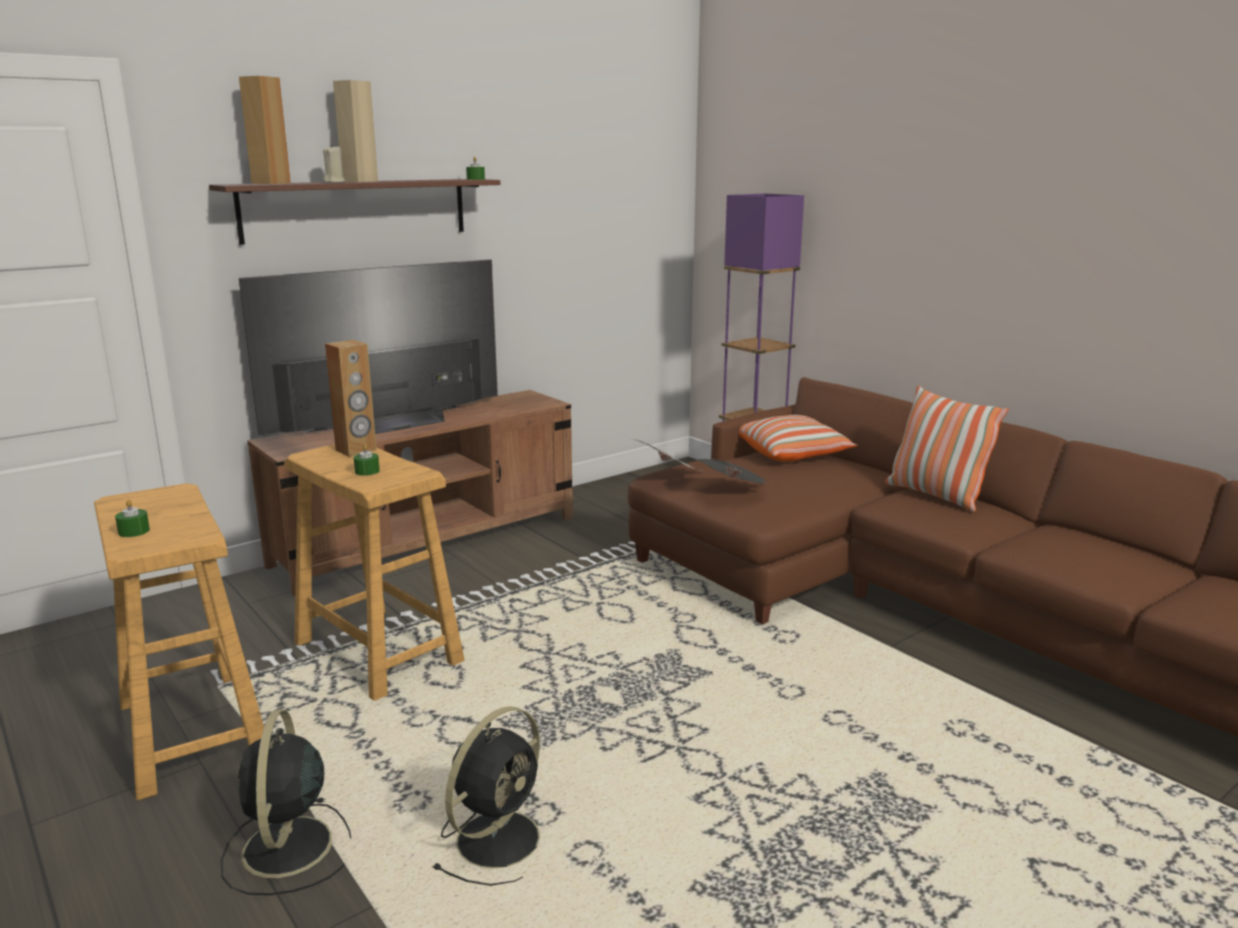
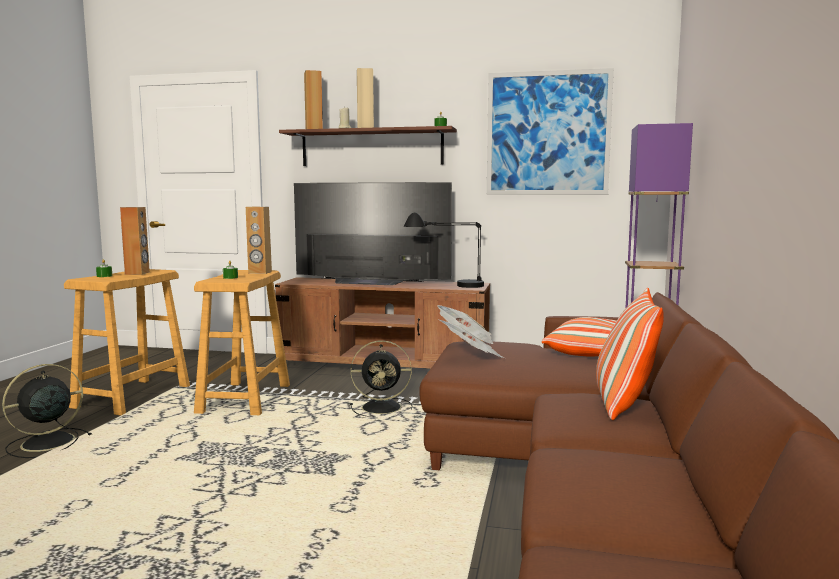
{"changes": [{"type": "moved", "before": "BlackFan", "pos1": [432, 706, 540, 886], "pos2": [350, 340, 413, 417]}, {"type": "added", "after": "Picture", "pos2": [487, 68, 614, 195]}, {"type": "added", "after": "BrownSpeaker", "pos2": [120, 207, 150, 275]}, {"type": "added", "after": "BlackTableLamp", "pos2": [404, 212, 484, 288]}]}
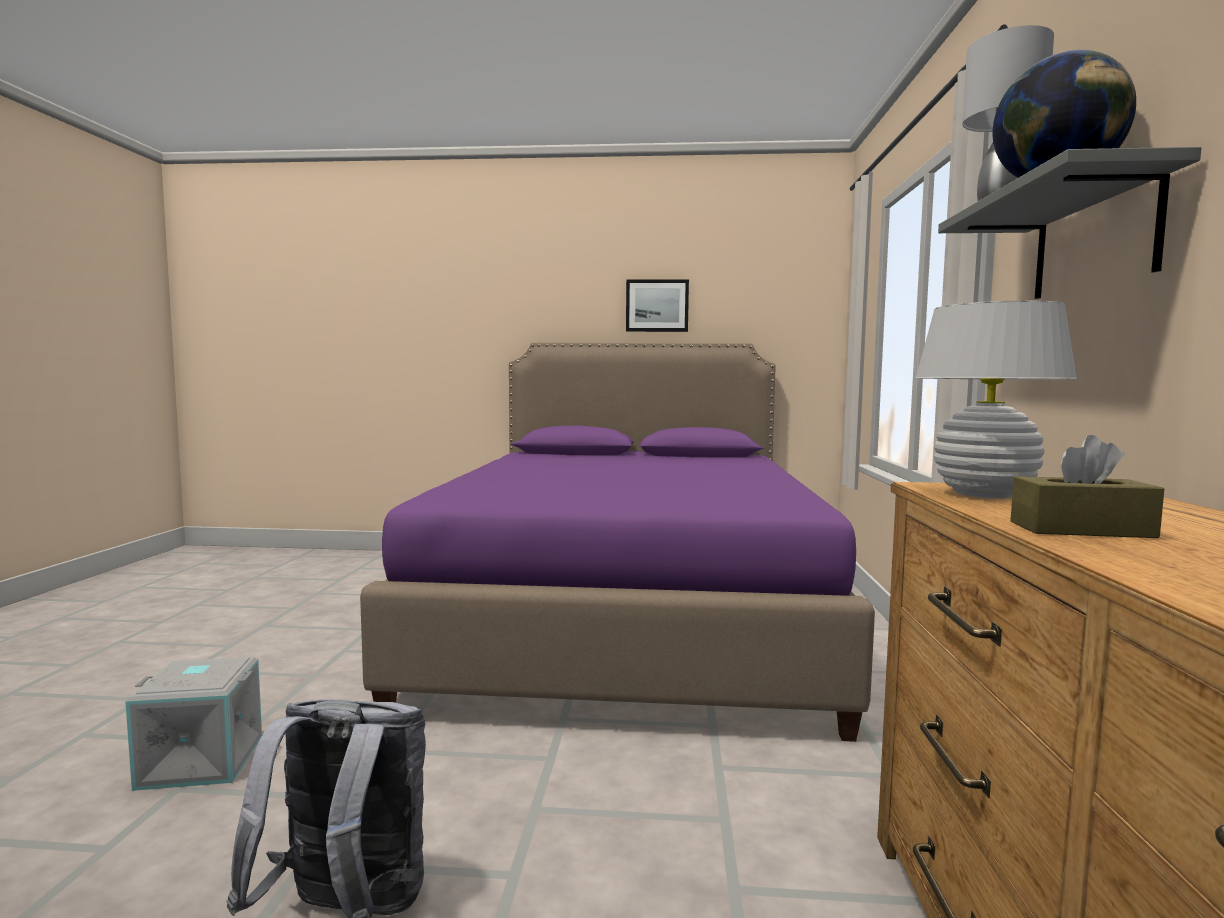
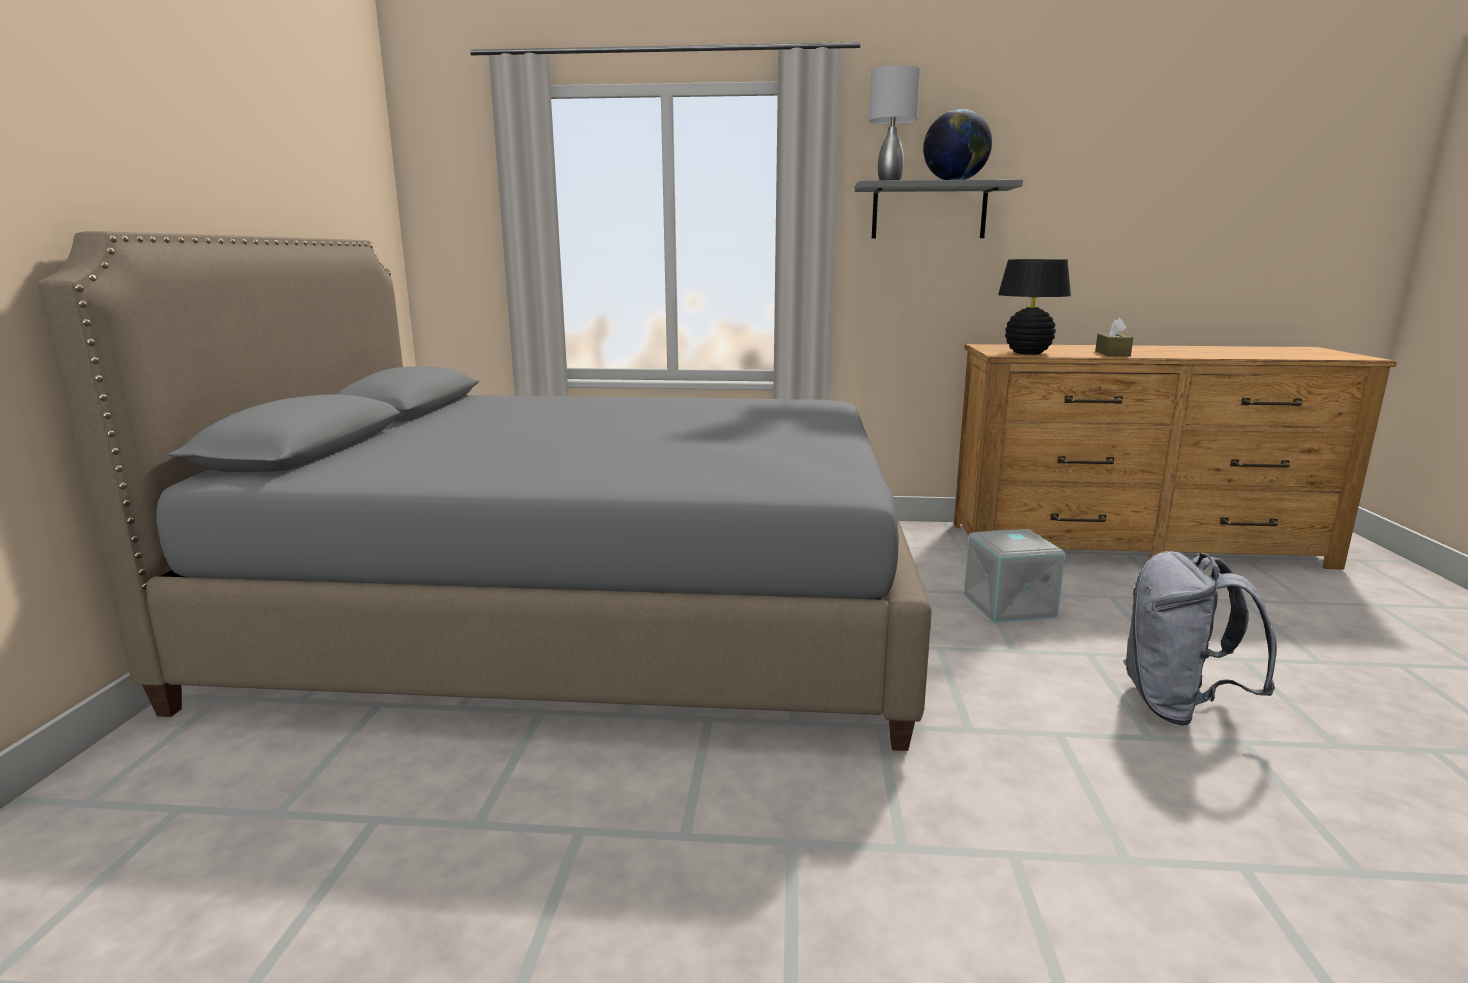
{"changes": [{"type": "removed", "before": "Picture", "pos1": [626, 279, 689, 332]}, {"type": "recoloured", "before": "WhiteTableLamp", "after": "BlackTableLamp", "pos1": [916, 300, 1077, 498], "pos2": [998, 259, 1071, 354]}, {"type": "recoloured", "before": "PurpleBed", "after": "GreyBed", "pos1": [360, 343, 875, 742], "pos2": [38, 231, 932, 751]}, {"type": "moved", "before": "GreyStorageBox", "pos1": [126, 657, 262, 791], "pos2": [964, 529, 1066, 623]}]}
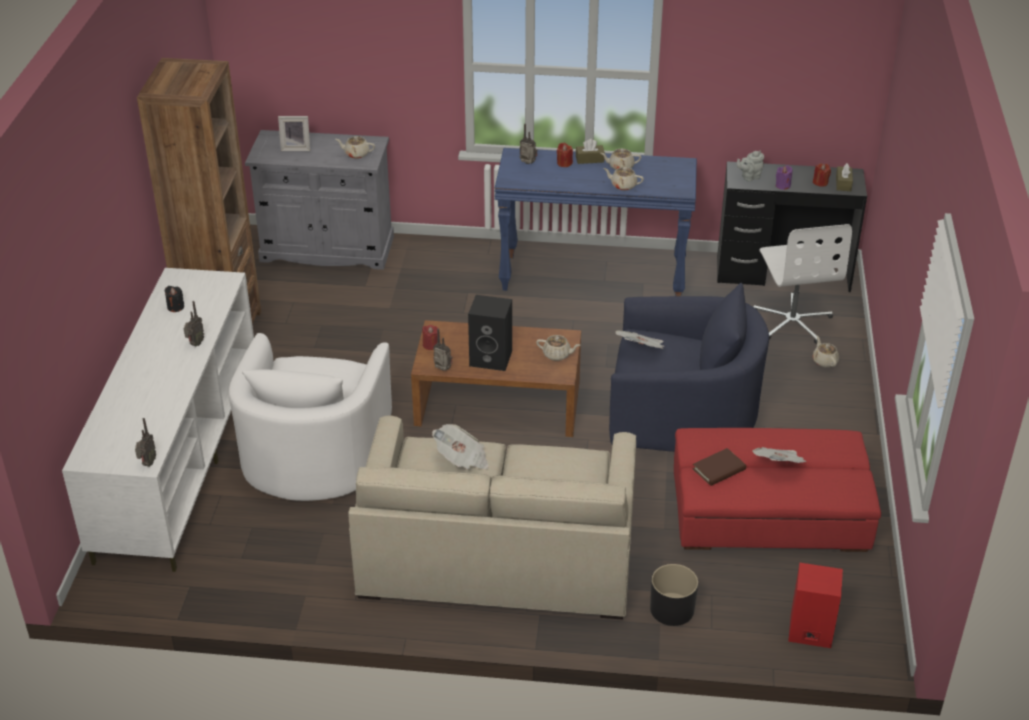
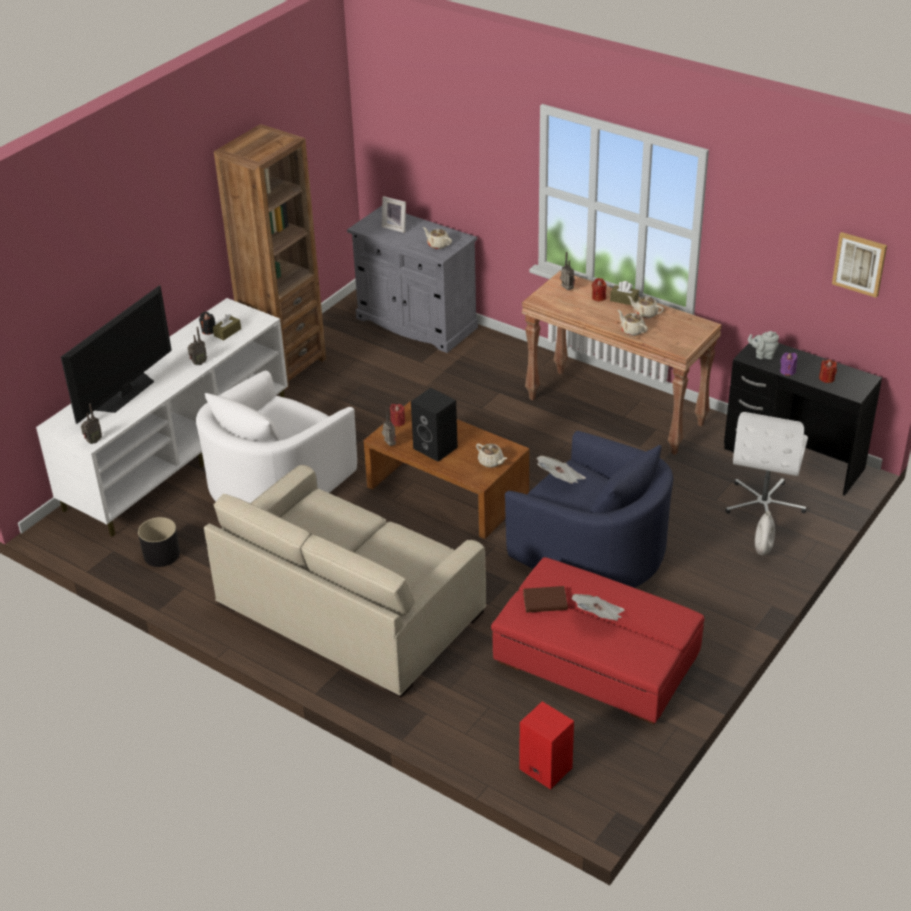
{"changes": [{"type": "recoloured", "before": "BlueConsoleTable", "after": "BrownConsoleTable", "pos1": [495, 148, 697, 296], "pos2": [522, 271, 722, 455]}, {"type": "moved", "before": "BrownTissueBox", "pos1": [836, 163, 853, 191], "pos2": [213, 314, 241, 340]}, {"type": "replaced", "before": "BeigeTeapot", "after": "WhiteVase", "pos1": [812, 336, 839, 367], "pos2": [755, 511, 775, 556]}, {"type": "removed", "before": "Newspaper", "pos1": [432, 424, 489, 469]}, {"type": "moved", "before": "BlackPlanter", "pos1": [650, 564, 698, 626], "pos2": [138, 517, 180, 567]}, {"type": "added", "after": "Picture", "pos2": [832, 232, 887, 298]}, {"type": "added", "after": "Television", "pos2": [61, 285, 172, 424]}]}
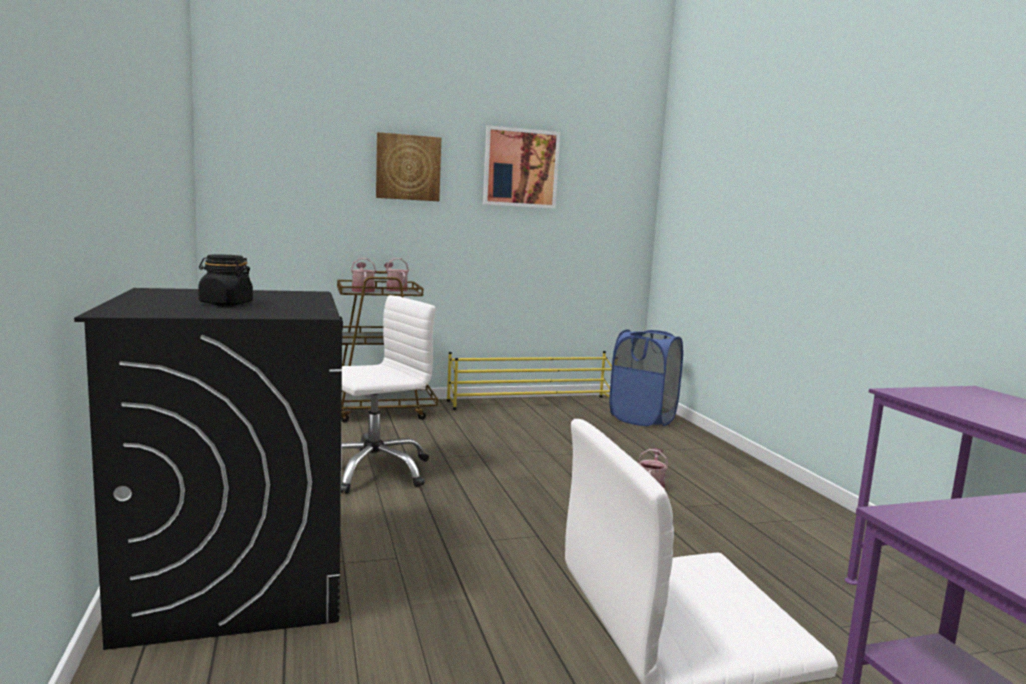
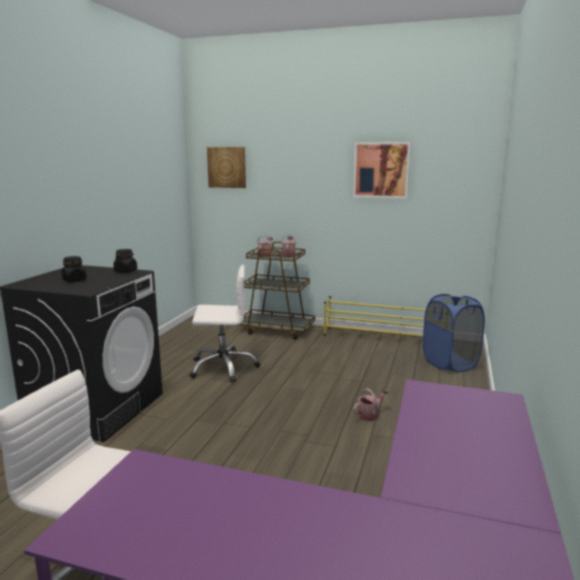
{"changes": [{"type": "moved", "before": "Picture", "pos1": [376, 132, 441, 201], "pos2": [207, 147, 246, 188]}, {"type": "added", "after": "BlackJar", "pos2": [113, 249, 137, 273]}]}
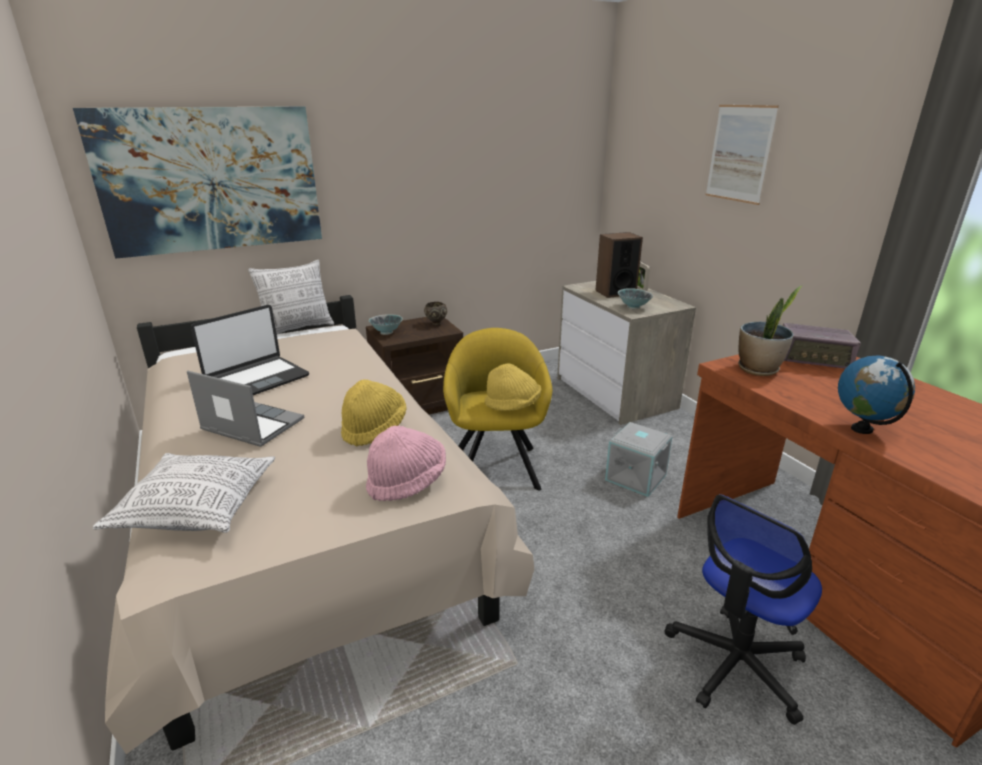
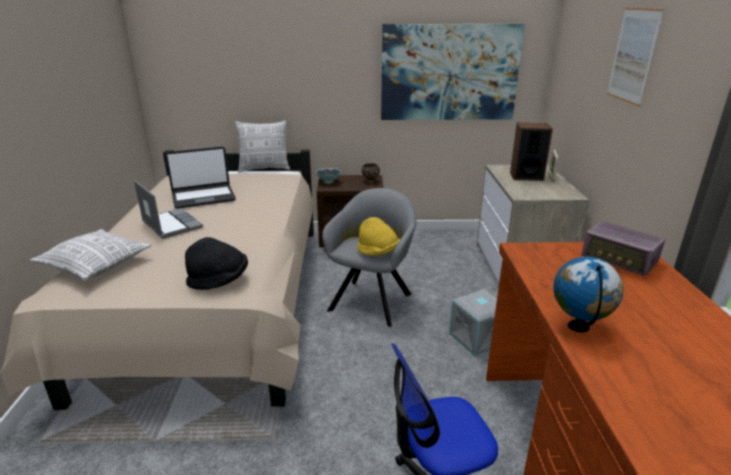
{"changes": [{"type": "moved", "before": "Picture", "pos1": [73, 106, 322, 259], "pos2": [381, 24, 525, 120]}, {"type": "removed", "before": "PottedPlant", "pos1": [738, 286, 802, 376]}, {"type": "removed", "before": "Bowl", "pos1": [618, 288, 653, 309]}, {"type": "recoloured", "before": "YellowArmchair", "after": "GreyArmchair", "pos1": [443, 328, 552, 490], "pos2": [322, 188, 417, 327]}, {"type": "removed", "before": "YellowHat", "pos1": [341, 379, 407, 447]}, {"type": "recoloured", "before": "PinkHat", "after": "BlackHat", "pos1": [366, 425, 446, 501], "pos2": [185, 237, 248, 290]}]}
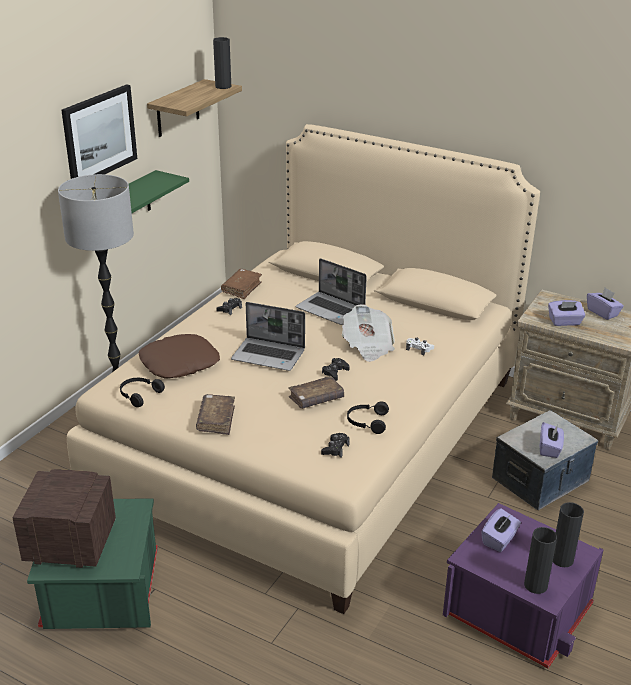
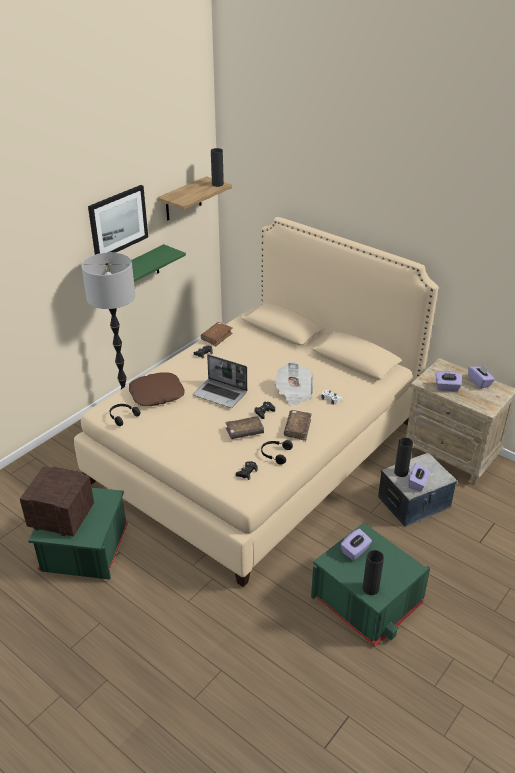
{"changes": [{"type": "removed", "before": "Laptop", "pos1": [296, 258, 367, 325]}, {"type": "moved", "before": "BrownBook", "pos1": [196, 394, 235, 435], "pos2": [284, 410, 312, 441]}, {"type": "moved", "before": "BlackVase", "pos1": [553, 502, 584, 567], "pos2": [394, 438, 413, 477]}, {"type": "recoloured", "before": "PurpleStorageBox", "after": "GreenStorageBox", "pos1": [443, 503, 604, 669], "pos2": [311, 523, 430, 646]}]}
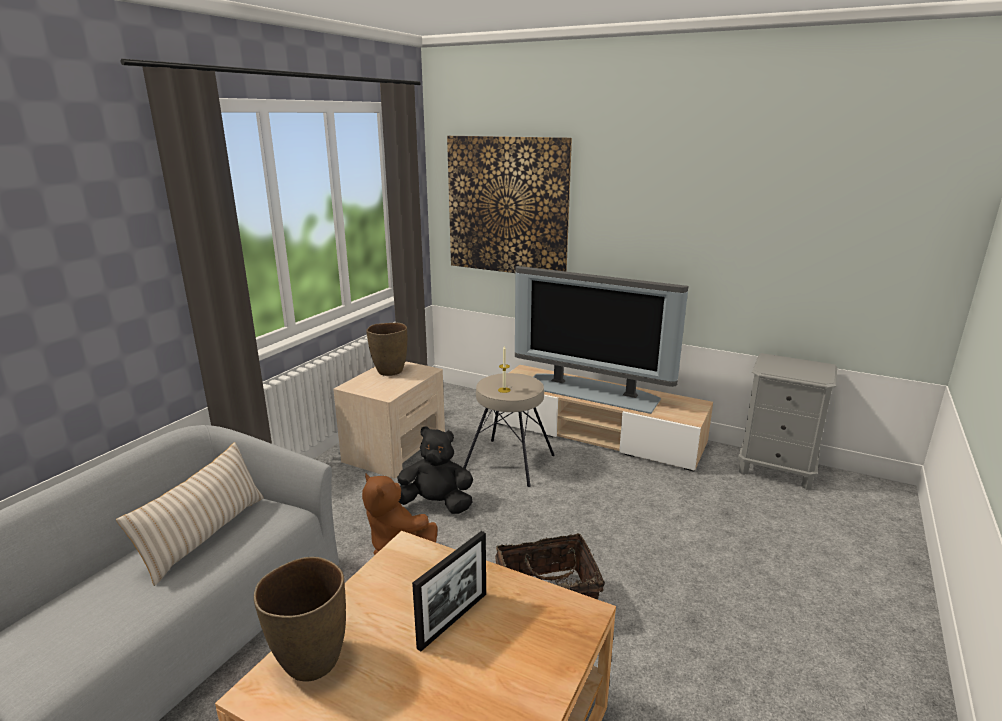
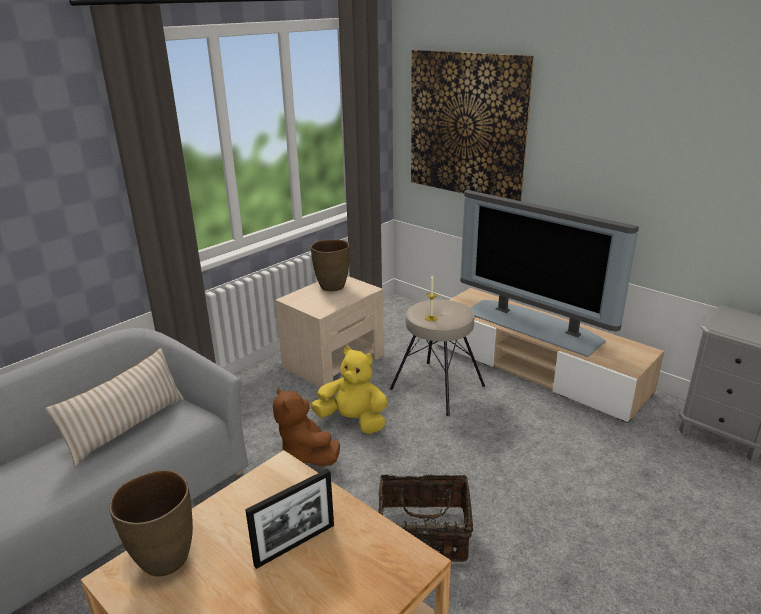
{"changes": [{"type": "recoloured", "before": "BlackPlushToy", "after": "YellowPlushToy", "pos1": [398, 426, 473, 514], "pos2": [311, 347, 388, 434]}]}
